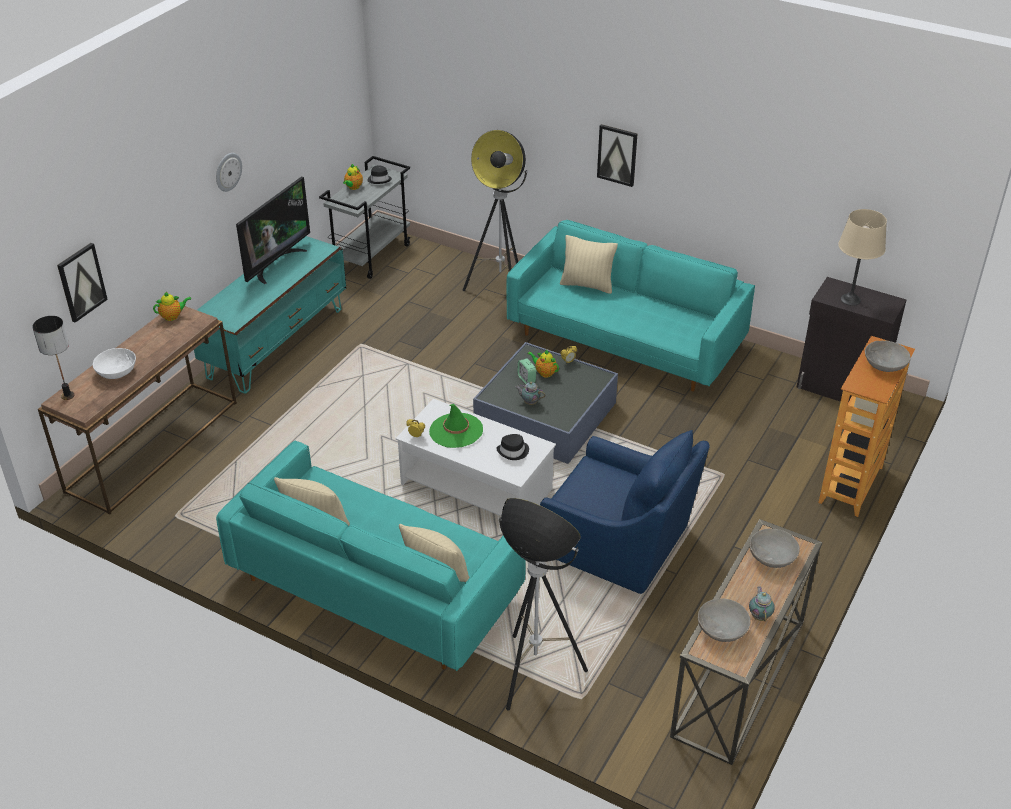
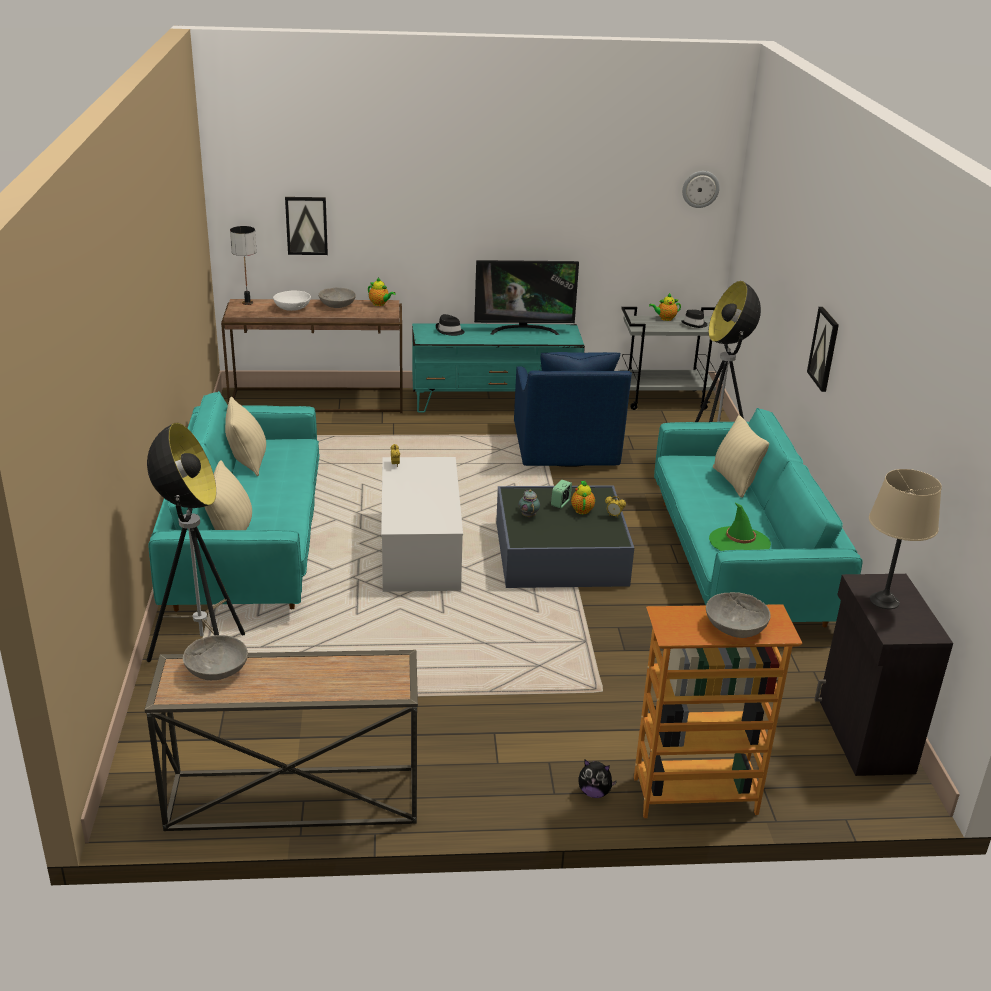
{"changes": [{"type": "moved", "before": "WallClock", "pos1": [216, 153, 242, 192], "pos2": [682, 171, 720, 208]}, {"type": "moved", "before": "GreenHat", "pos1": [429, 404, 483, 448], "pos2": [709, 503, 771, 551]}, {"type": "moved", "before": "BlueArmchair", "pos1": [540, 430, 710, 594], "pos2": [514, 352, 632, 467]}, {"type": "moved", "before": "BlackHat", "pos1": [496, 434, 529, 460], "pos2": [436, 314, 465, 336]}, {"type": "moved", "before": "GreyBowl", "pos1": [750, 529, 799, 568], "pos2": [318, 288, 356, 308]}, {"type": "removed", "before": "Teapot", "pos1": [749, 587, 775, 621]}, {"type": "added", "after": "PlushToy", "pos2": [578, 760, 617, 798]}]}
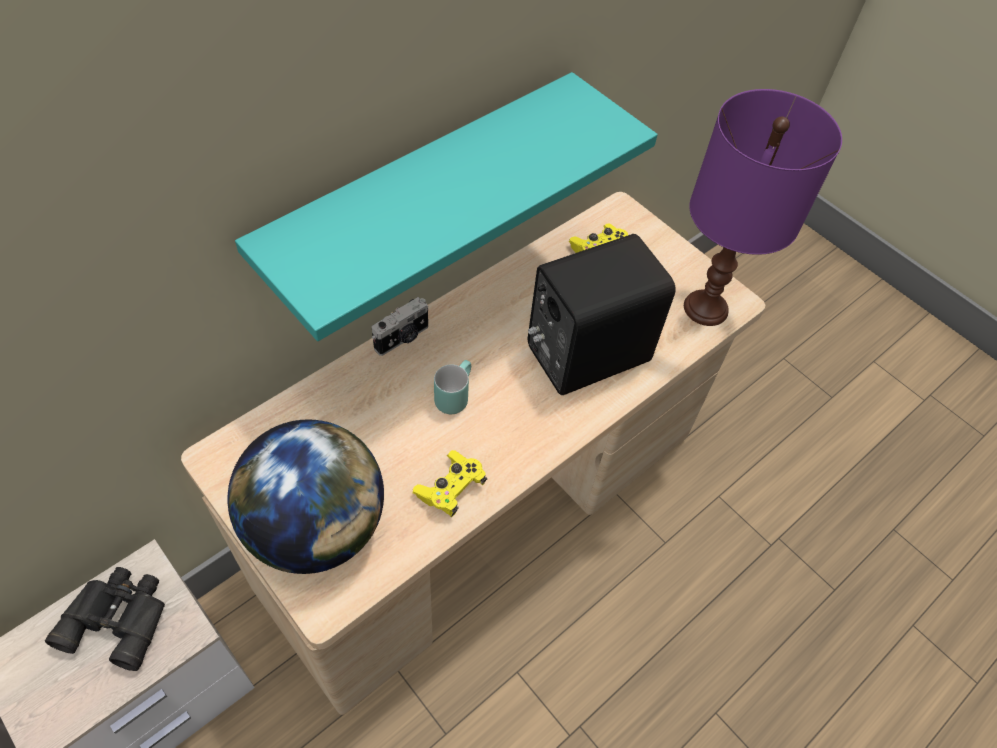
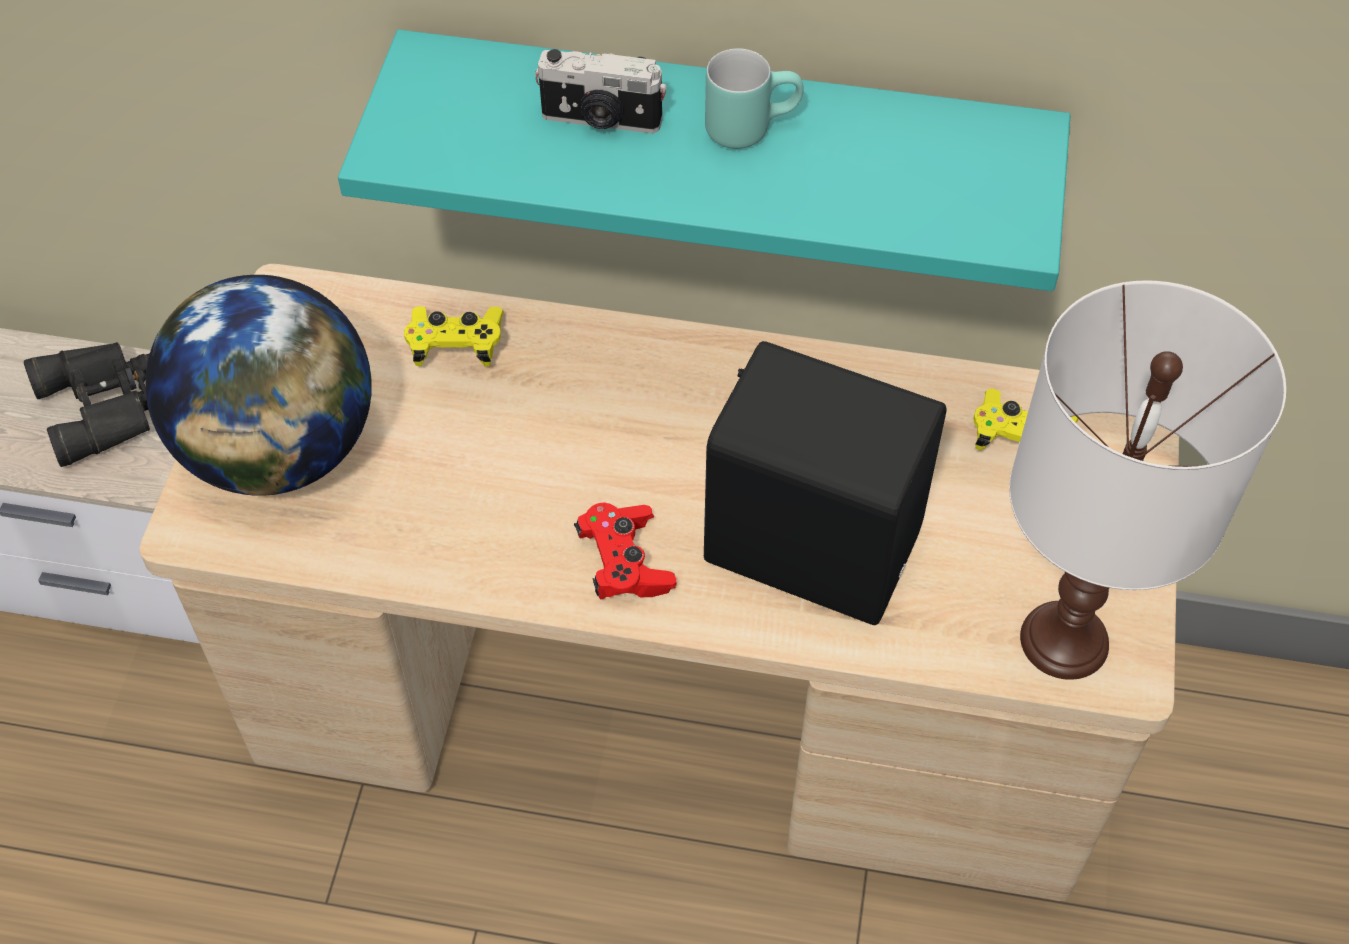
{"changes": [{"type": "recoloured", "before": "PurpleTableLamp", "after": "WhiteTableLamp", "pos1": [684, 89, 842, 326], "pos2": [1009, 280, 1286, 680]}, {"type": "moved", "before": "PhotoCamera", "pos1": [372, 297, 429, 356], "pos2": [535, 49, 667, 133]}, {"type": "moved", "before": "TurquoiseMug", "pos1": [434, 360, 471, 414], "pos2": [705, 48, 804, 149]}, {"type": "moved", "before": "YellowGameController", "pos1": [413, 450, 487, 517], "pos2": [404, 306, 504, 366]}, {"type": "added", "after": "RedGameController", "pos2": [574, 503, 676, 599]}]}
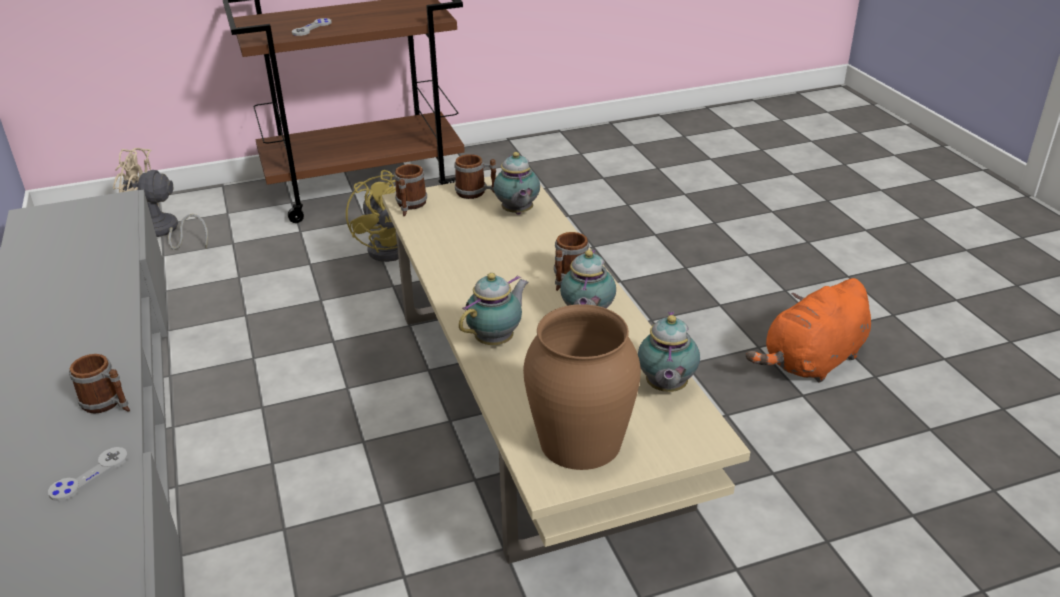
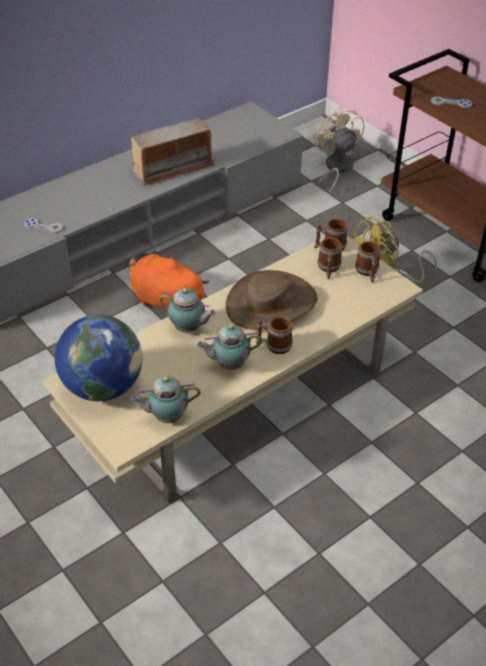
{"changes": [{"type": "removed", "before": "Teapot", "pos1": [494, 152, 540, 215]}, {"type": "moved", "before": "OrangePlushToy", "pos1": [746, 278, 871, 382], "pos2": [129, 253, 209, 311]}, {"type": "replaced", "before": "BrownVase", "after": "Globe", "pos1": [523, 304, 641, 470], "pos2": [55, 315, 142, 401]}, {"type": "moved", "before": "Mug", "pos1": [69, 354, 130, 414], "pos2": [317, 238, 342, 280]}, {"type": "added", "after": "Radio", "pos2": [131, 118, 215, 186]}, {"type": "added", "after": "BrownHat", "pos2": [226, 270, 317, 330]}]}
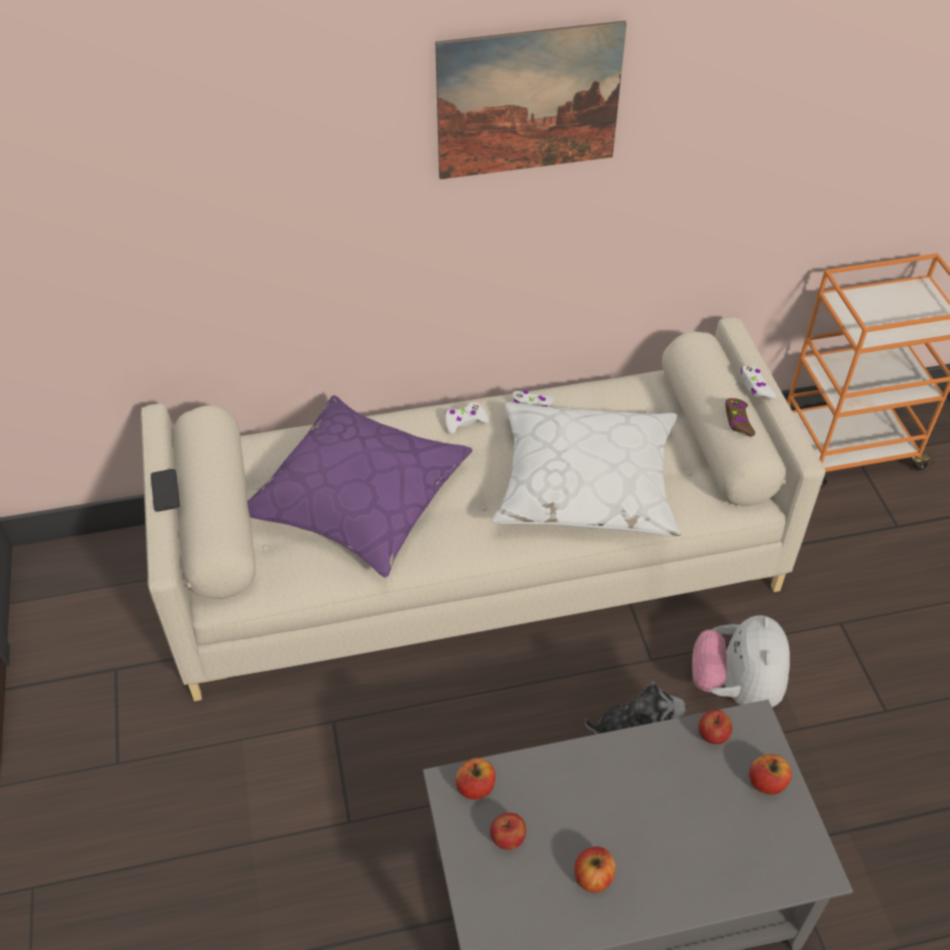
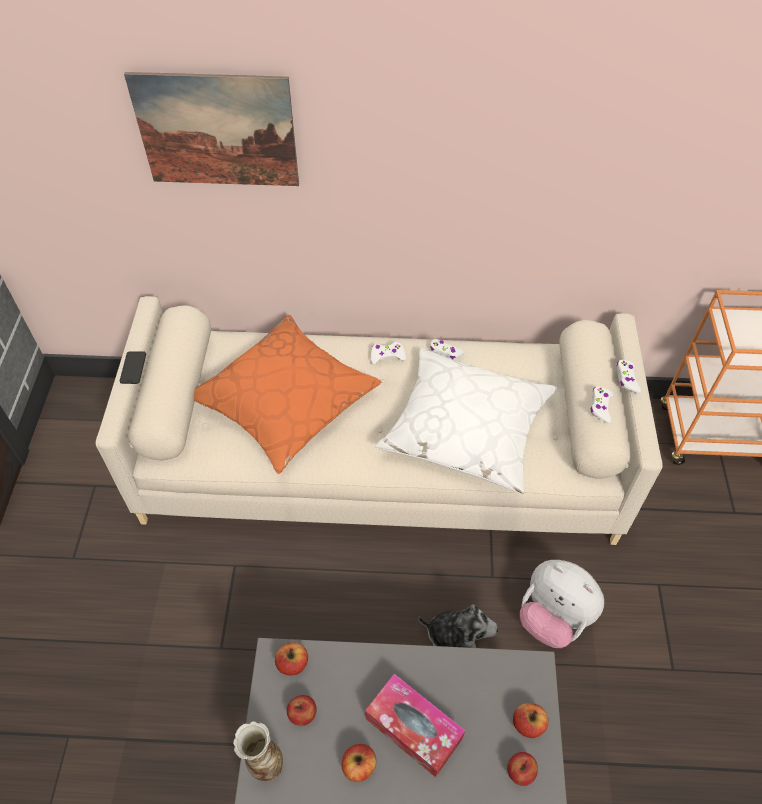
{"changes": [{"type": "moved", "before": "Picture", "pos1": [435, 21, 627, 179], "pos2": [124, 72, 299, 186]}, {"type": "recoloured", "before": "PurplePillow", "after": "OrangePillow", "pos1": [247, 395, 472, 578], "pos2": [194, 315, 381, 474]}, {"type": "recoloured", "before": "BrownGameController", "after": "WhiteGameController", "pos1": [725, 398, 755, 436], "pos2": [590, 386, 613, 423]}, {"type": "turned", "before": "PlushToy", "pos1": [692, 615, 790, 707], "pos2": [520, 560, 604, 648], "turn": -75}, {"type": "moved", "before": "Apple", "pos1": [699, 709, 732, 744], "pos2": [507, 752, 538, 786]}, {"type": "added", "after": "TissueBox", "pos2": [365, 674, 465, 777]}, {"type": "added", "after": "Vase", "pos2": [233, 721, 283, 781]}]}
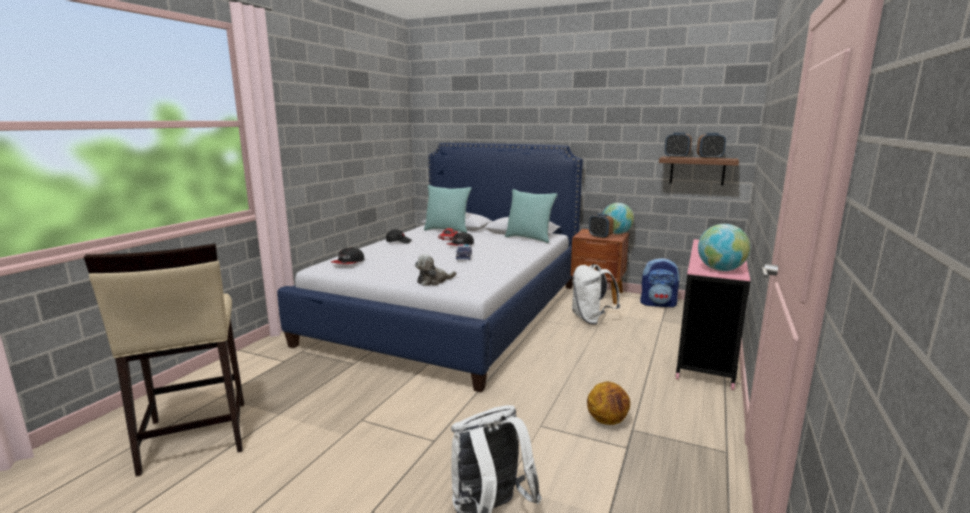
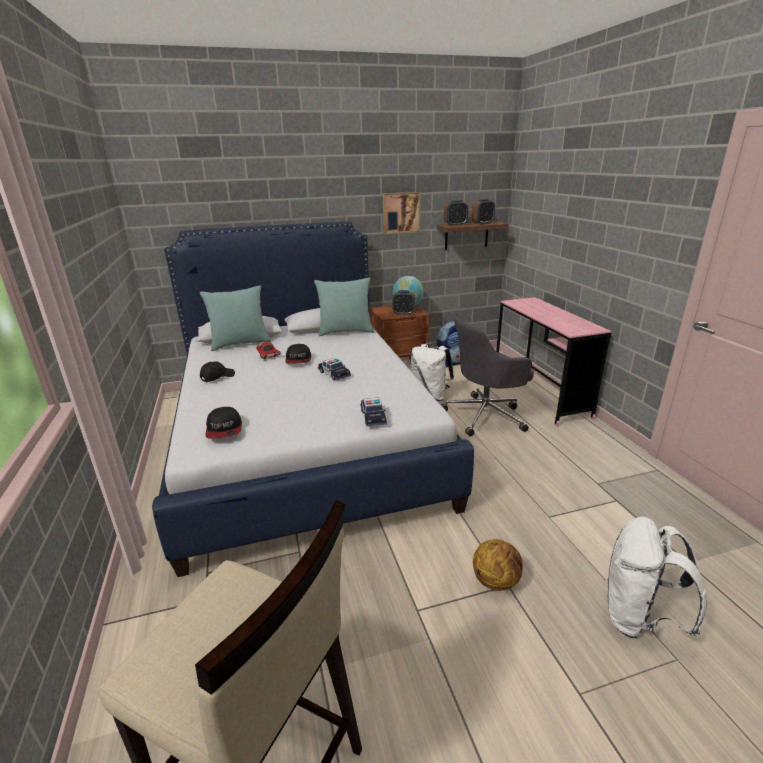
{"changes": [{"type": "removed", "before": "Globe", "pos1": [698, 224, 750, 271]}, {"type": "replaced", "before": "PlushToy", "after": "ToyCar", "pos1": [415, 254, 456, 286], "pos2": [360, 397, 387, 427]}, {"type": "moved", "before": "Basketball", "pos1": [587, 381, 630, 425], "pos2": [473, 539, 523, 591]}, {"type": "added", "after": "Picture", "pos2": [383, 192, 421, 234]}, {"type": "added", "after": "GreyOfficeChair", "pos2": [441, 317, 534, 437]}]}
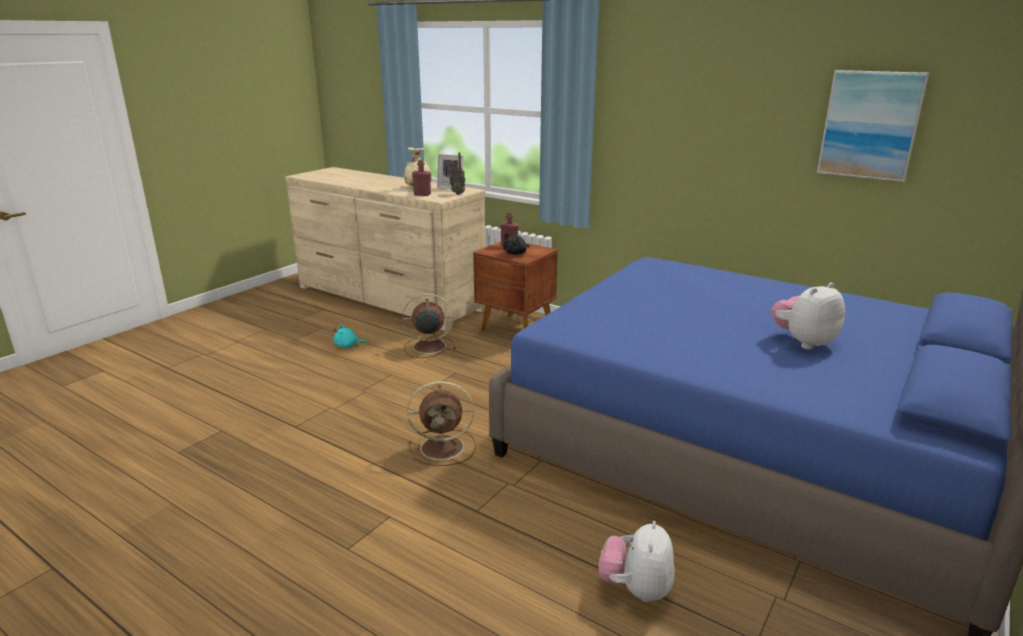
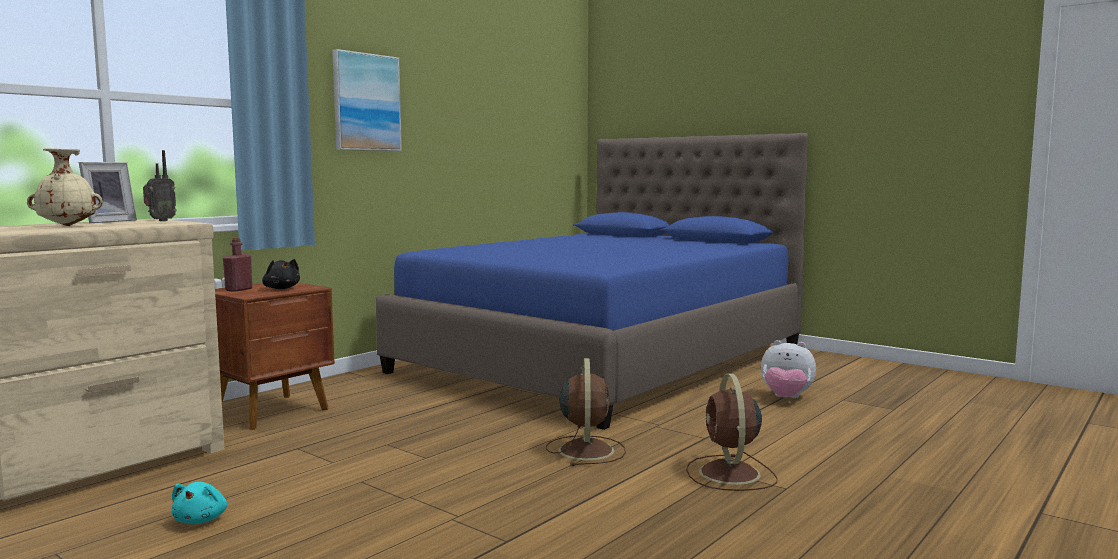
{"changes": [{"type": "moved", "before": "Picture", "pos1": [817, 70, 929, 182], "pos2": [332, 49, 402, 151]}, {"type": "removed", "before": "RedBottle", "pos1": [412, 160, 431, 196]}, {"type": "removed", "before": "PlushToy", "pos1": [771, 283, 845, 349]}, {"type": "moved", "before": "BrownFan", "pos1": [403, 294, 456, 358], "pos2": [686, 373, 778, 491]}]}
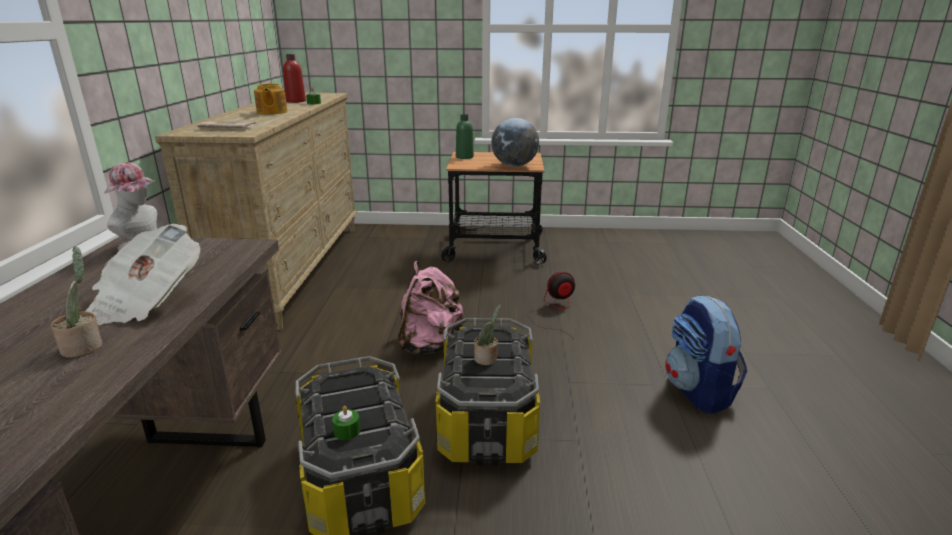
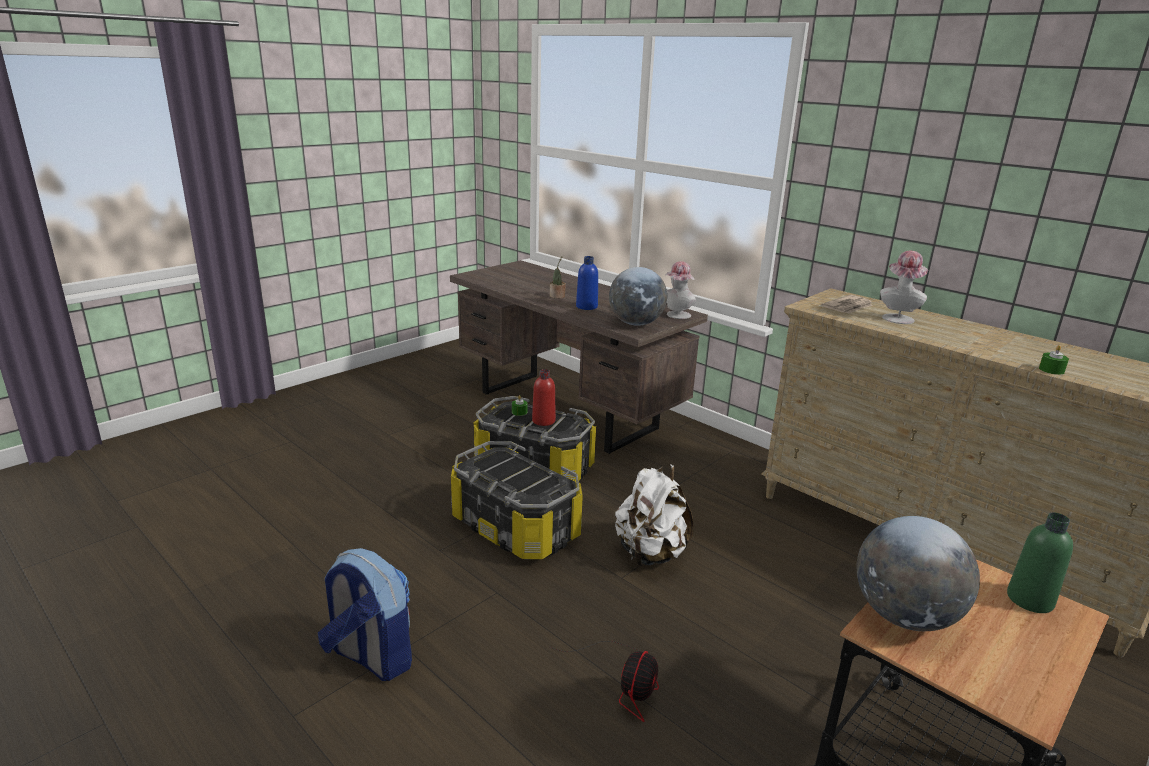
{"changes": [{"type": "moved", "before": "RedBottle", "pos1": [283, 54, 306, 103], "pos2": [532, 369, 556, 426]}, {"type": "removed", "before": "Teapot", "pos1": [254, 83, 288, 115]}, {"type": "replaced", "before": "Newspaper", "after": "BlueBottle", "pos1": [85, 224, 201, 325], "pos2": [576, 256, 598, 310]}, {"type": "recoloured", "before": "PinkBackpack", "after": "WhiteBackpack", "pos1": [398, 261, 464, 355], "pos2": [615, 464, 694, 566]}, {"type": "removed", "before": "PottedPlant", "pos1": [474, 304, 501, 365]}, {"type": "added", "after": "Hat", "pos2": [880, 251, 928, 324]}, {"type": "added", "after": "Globe", "pos2": [609, 267, 667, 326]}]}
